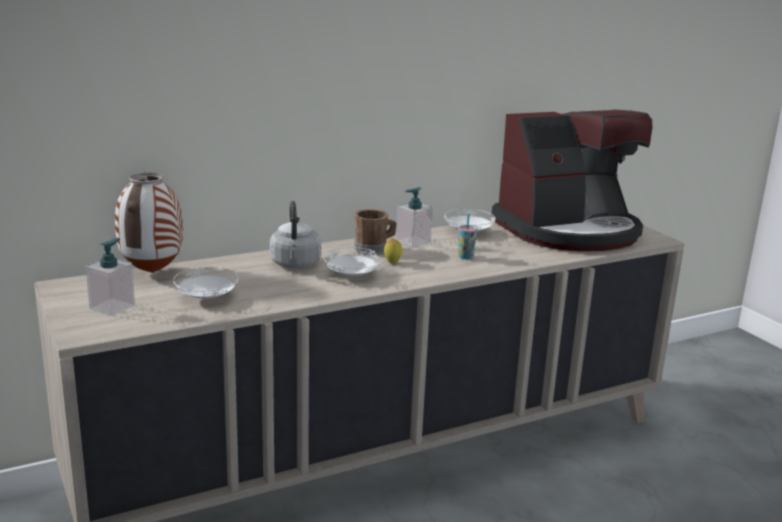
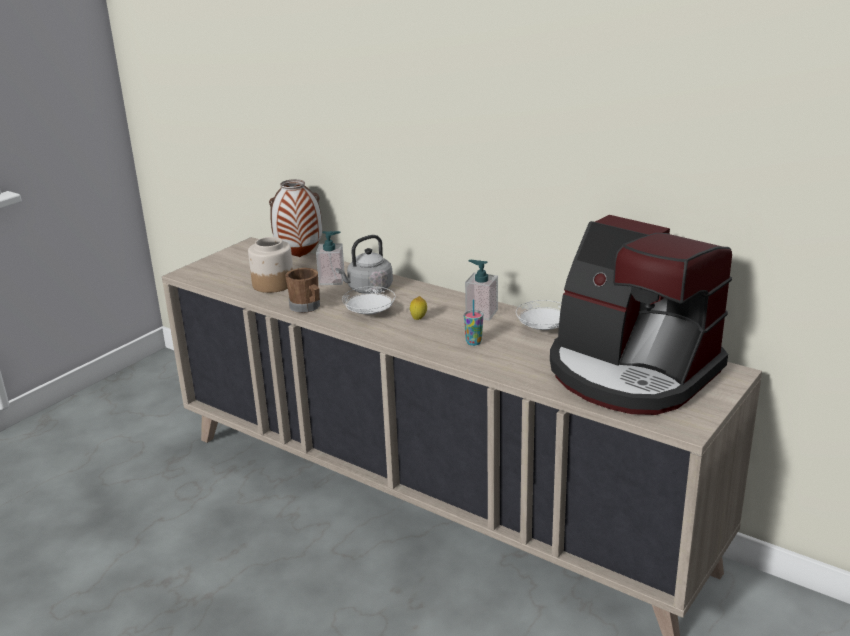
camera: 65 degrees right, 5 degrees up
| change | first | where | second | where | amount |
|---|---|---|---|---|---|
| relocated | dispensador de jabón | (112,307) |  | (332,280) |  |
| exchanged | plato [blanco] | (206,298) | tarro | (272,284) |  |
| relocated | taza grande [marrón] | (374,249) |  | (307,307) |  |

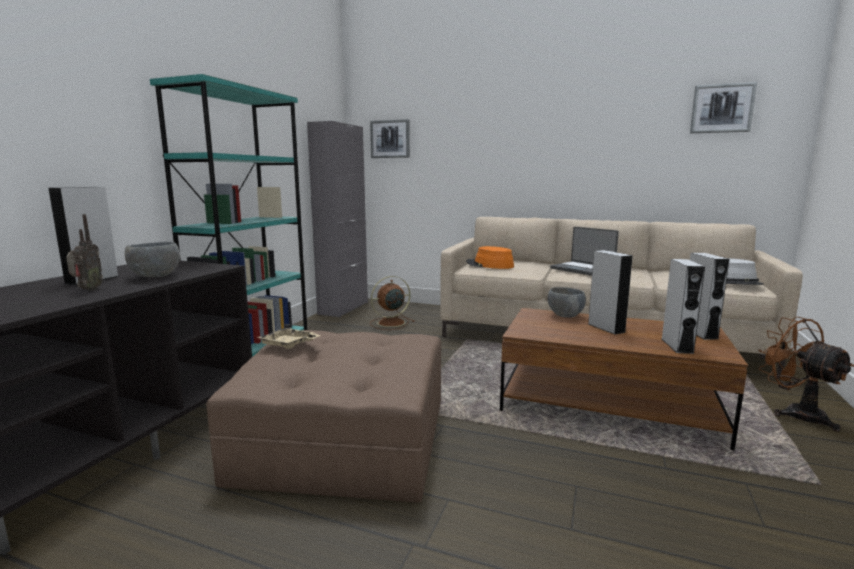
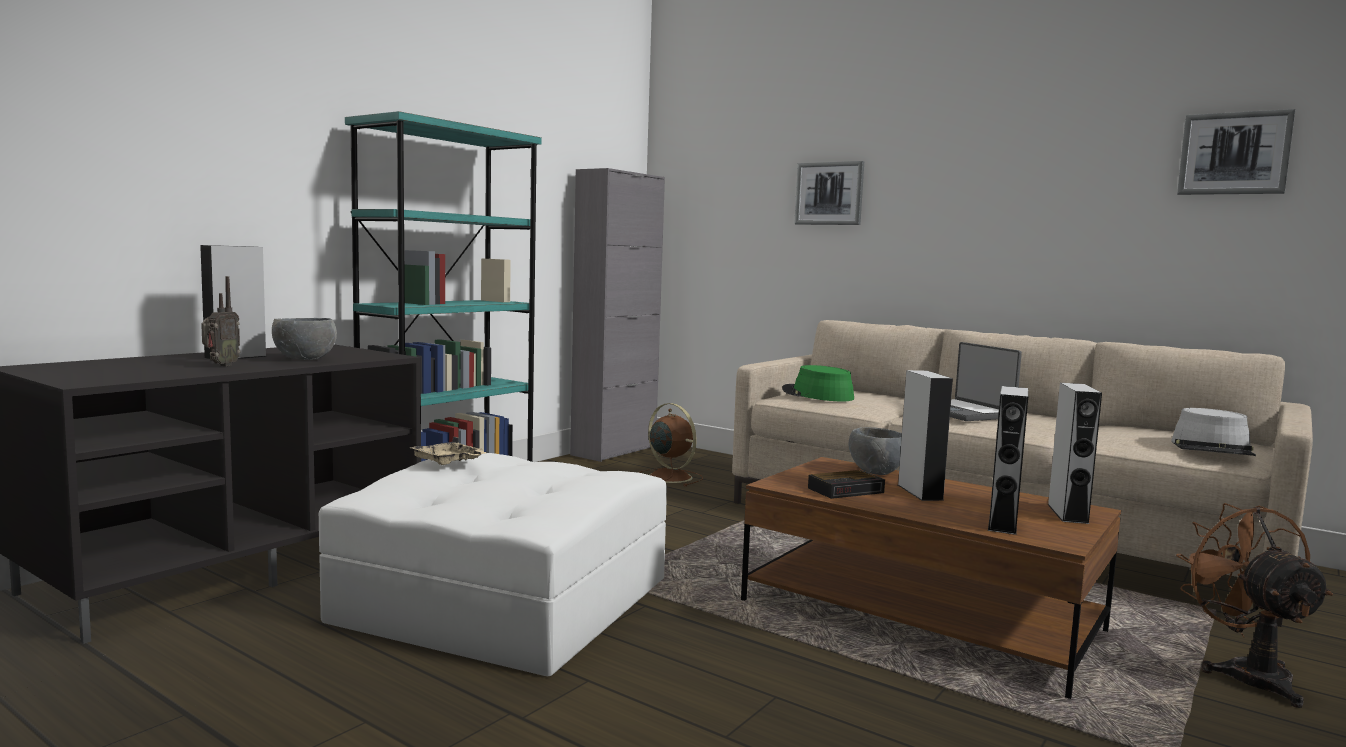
camera: 15 degrees right, 5 degrees down
| change | first | where | second | where | amount |
|---|---|---|---|---|---|
| colour | puf [marrón] | (344,438) | puf [blanco] | (504,599) |  |
| relocated | cuadro | (390,139) |  | (829,193) |  |
| spun | ventilador [marrón] | (390,323) |  | (668,477) | 60 degrees clockwise |
| colour | sombrero [naranja] | (489,265) | sombrero [verde] | (817,395) |  |
| appeared |  |  | despertador | (847,490) |  |

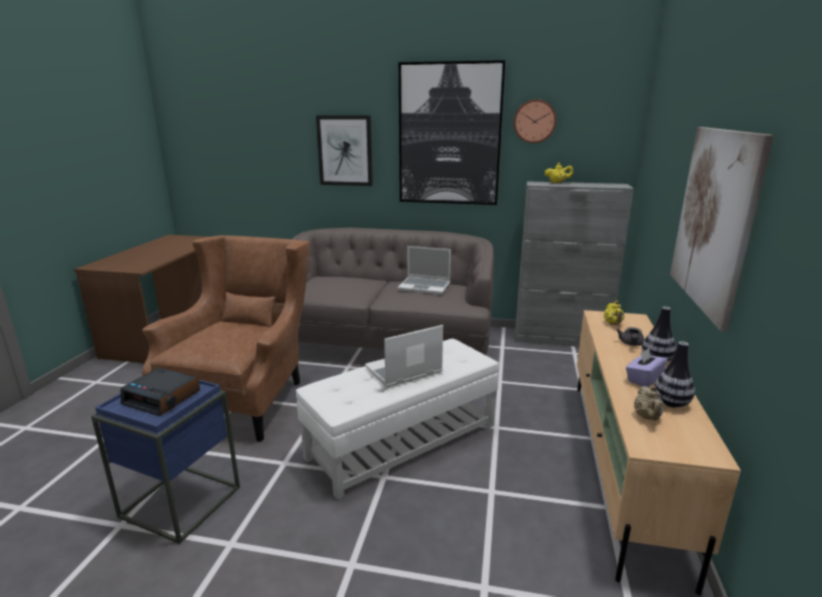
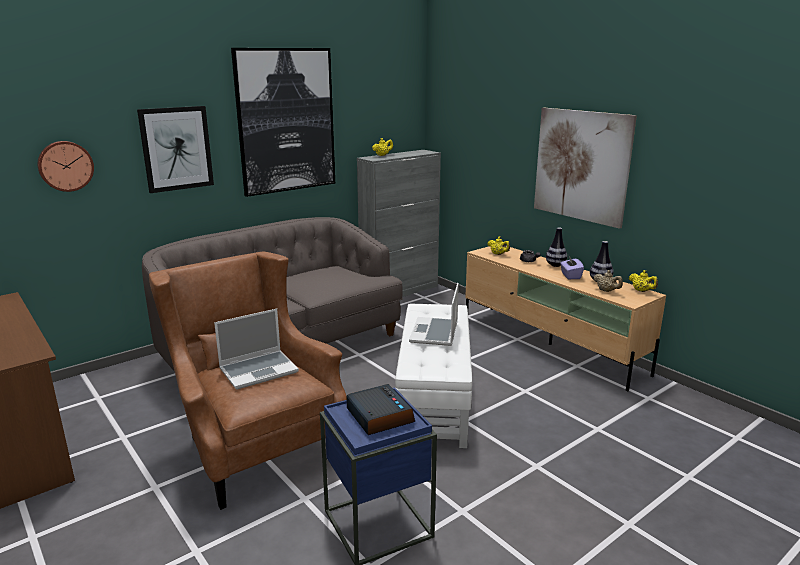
camera: 50 degrees left, 0 degrees up
| change | first | where | second | where | amount |
|---|---|---|---|---|---|
| spun | despertador | (163,397) |  | (379,416) | 90 degrees counterclockwise |
| relocated | portátil | (425,286) |  | (259,370) |  |
| relocated | reloj de pared | (534,121) |  | (65,166) |  |
| appeared |  |  | tetera [amarillo] | (642,291) |  |

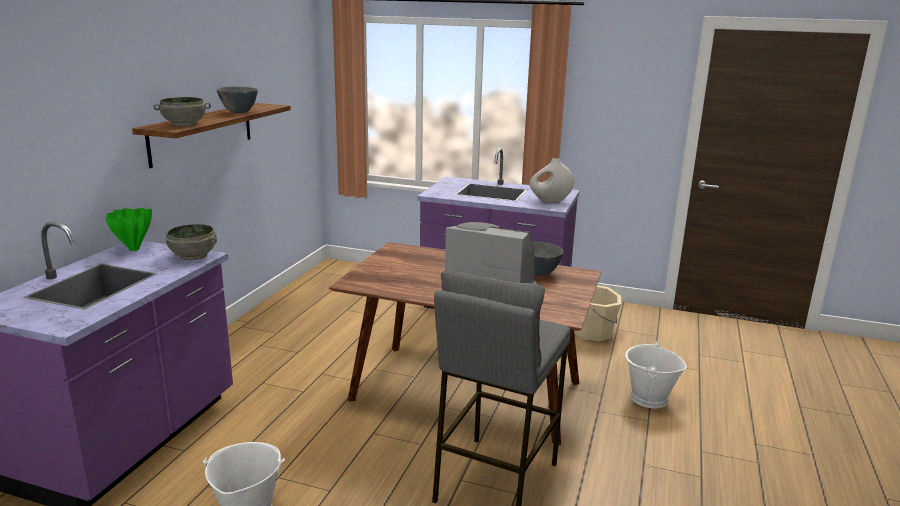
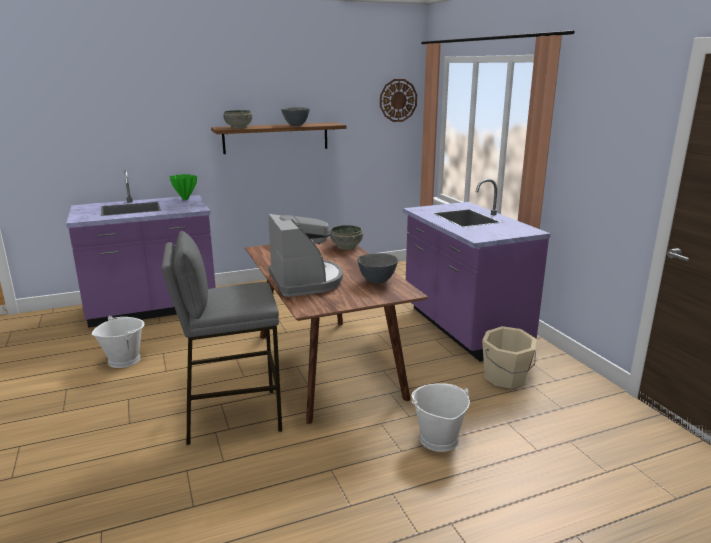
camera: 50 degrees right, 0 degrees up
| change | first | where | second | where | amount |
|---|---|---|---|---|---|
| relocated | cuenco [gris] | (194,255) |  | (347,247) |  |
| missing | florero [blanco] | (550,201) |  |  |  |
| appeared |  |  | reloj de pared | (398,100) |  |

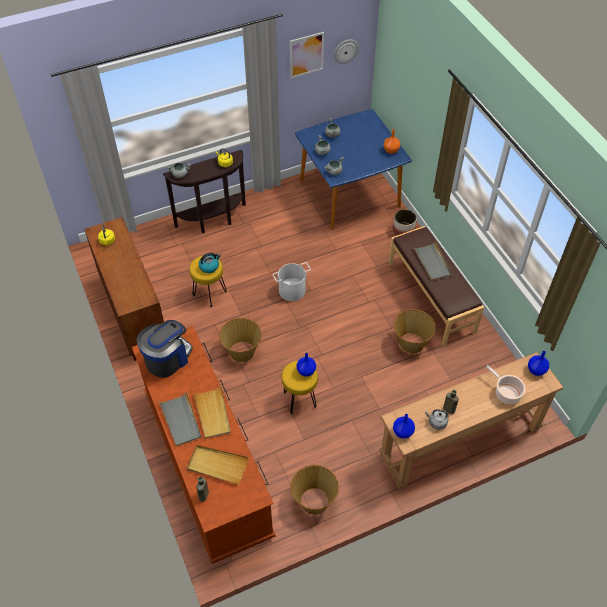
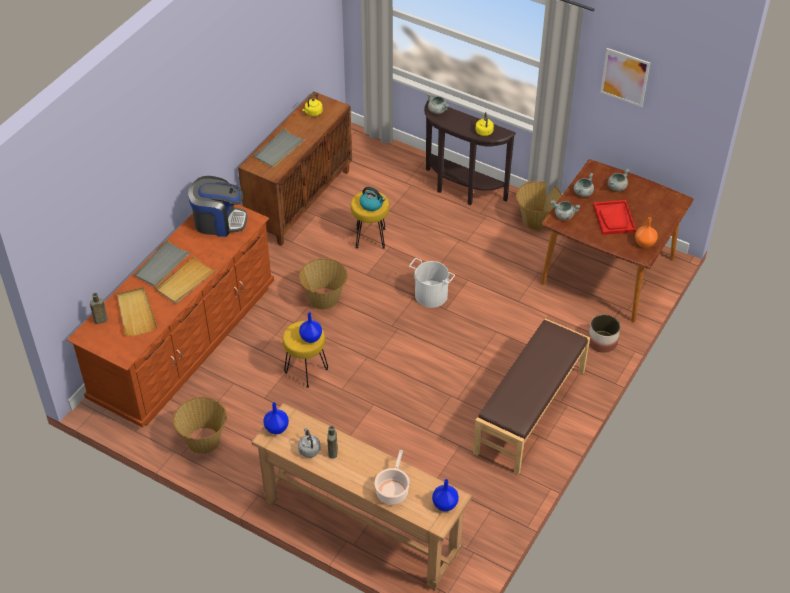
camera: 55 degrees right, 5 degrees down
| change | first | where | second | where | amount |
|---|---|---|---|---|---|
| colour | mesa de comedor [azul] | (349,194) | mesa de comedor [marrón] | (607,271) |  |
| missing | reloj de pared | (345,51) |  |  |  |
| relocated | cesta | (411,342) |  | (536,220) |  |
| relocated | bandeja [gris] | (432,262) |  | (279,150) |  |
| appeared |  |  | bandeja [rojo] | (614,218) |  |

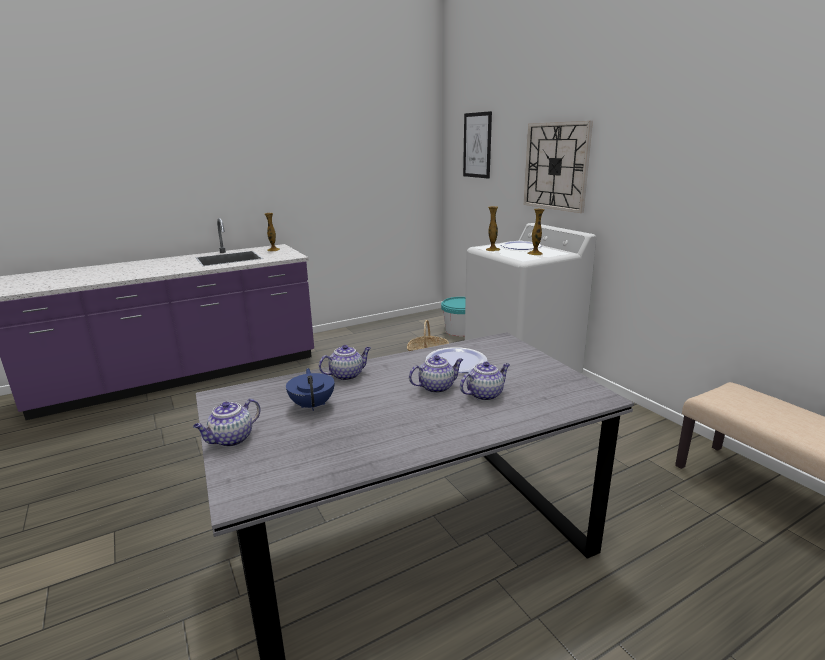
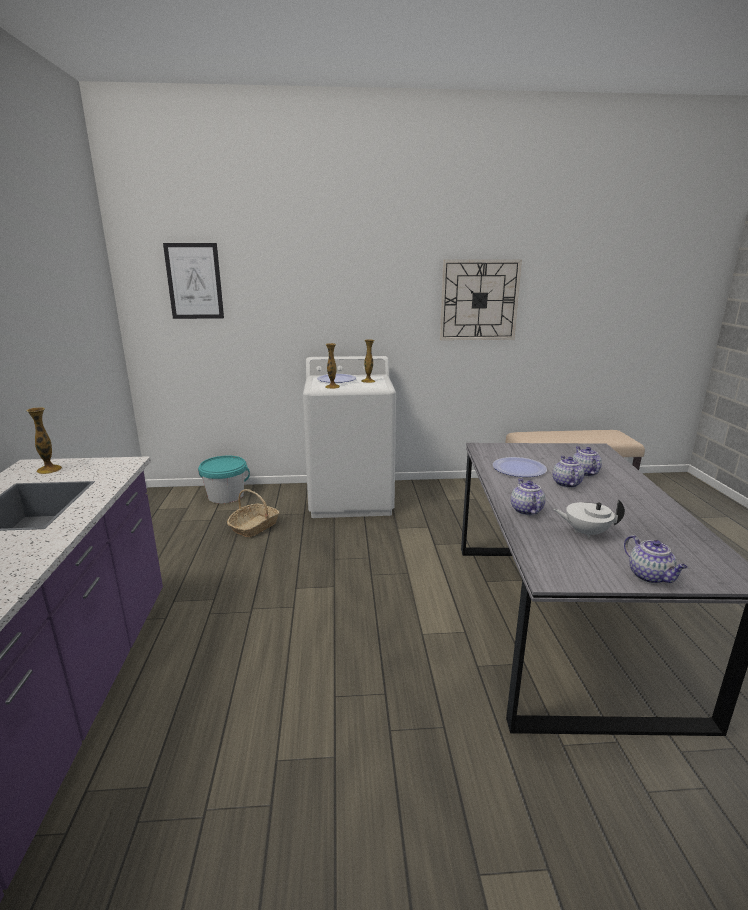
camera: 65 degrees left, 0 degrees up
| change | first | where | second | where | amount |
|---|---|---|---|---|---|
| colour | tetera [azul] | (312,405) | tetera [blanco] | (585,532) |  |
| relocated | reloj de pared | (556,166) |  | (479,300) |  |

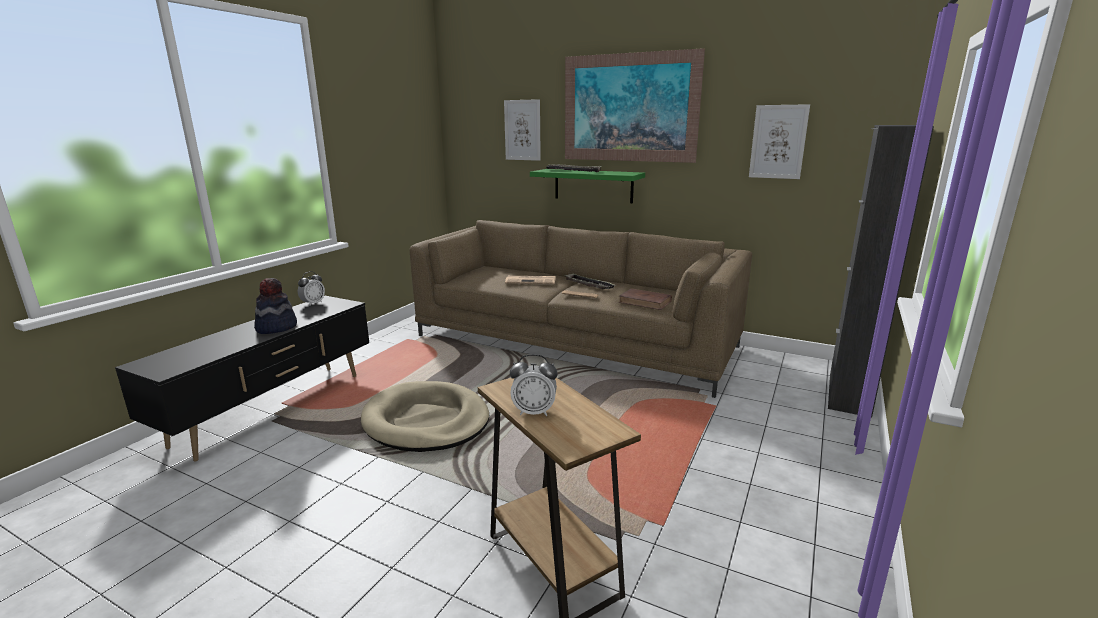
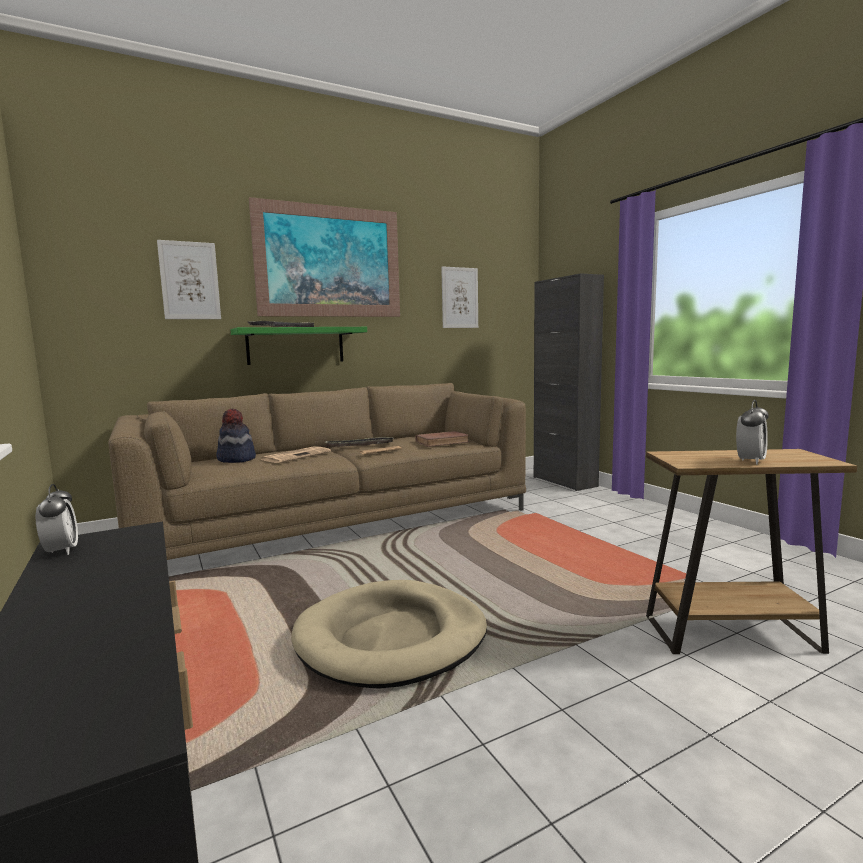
camera: 55 degrees left, 10 degrees down
| change | first | where | second | where | amount |
|---|---|---|---|---|---|
| relocated | sombrero | (276,327) |  | (236,459) |  |

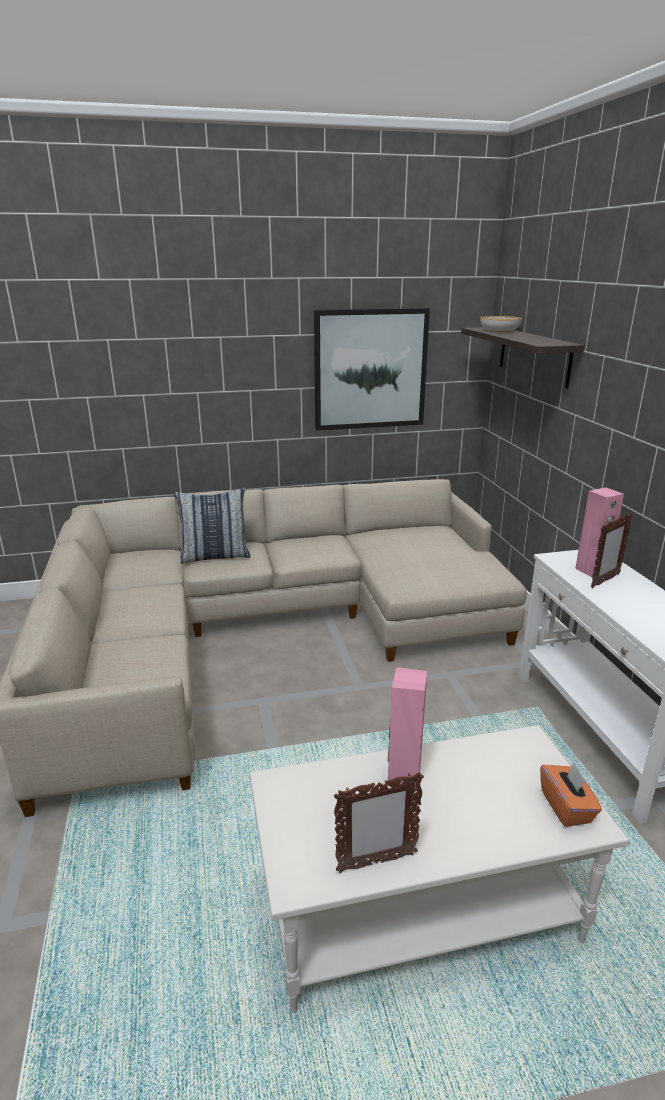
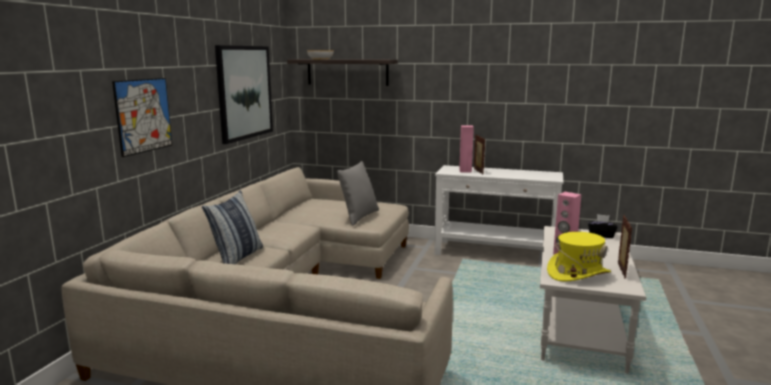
camera: 60 degrees left, 10 degrees down
| change | first | where | second | where | amount |
|---|---|---|---|---|---|
| colour | caja de pañuelos [naranja] | (566,807) | caja de pañuelos [negro] | (601,235) |  |
| appeared |  |  | cuadro | (143,115) |  |
| appeared |  |  | cojín [gris] | (358,217) |  |
| appeared |  |  | sombrero [amarillo] | (578,273) |  |

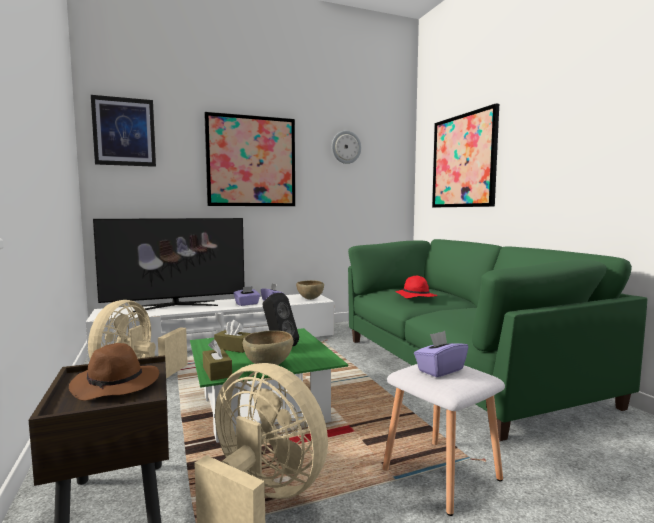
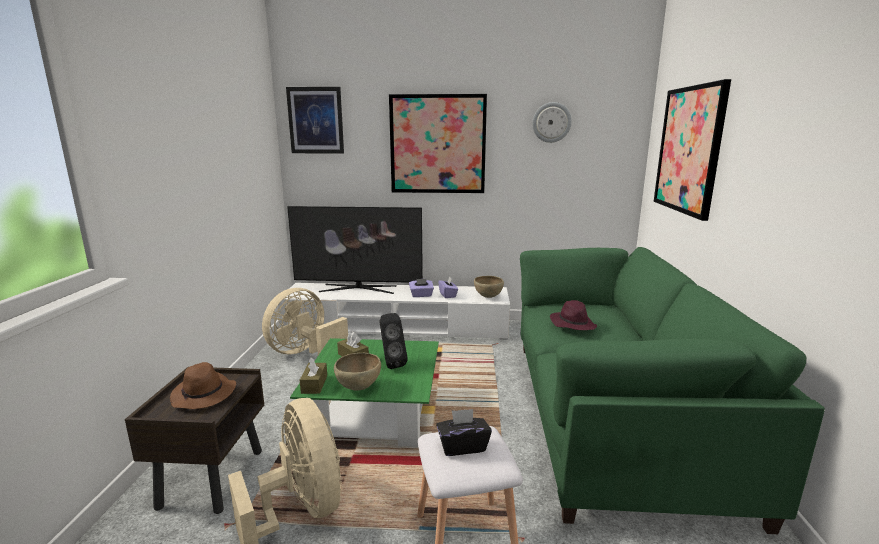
camera: 25 degrees right, 10 degrees up
| change | first | where | second | where | amount |
|---|---|---|---|---|---|
| colour | sombrero [rojo] | (415,297) | sombrero [morado] | (572,324) |  |
| colour | caja de pañuelos [morado] | (440,370) | caja de pañuelos [negro] | (462,446) |  |

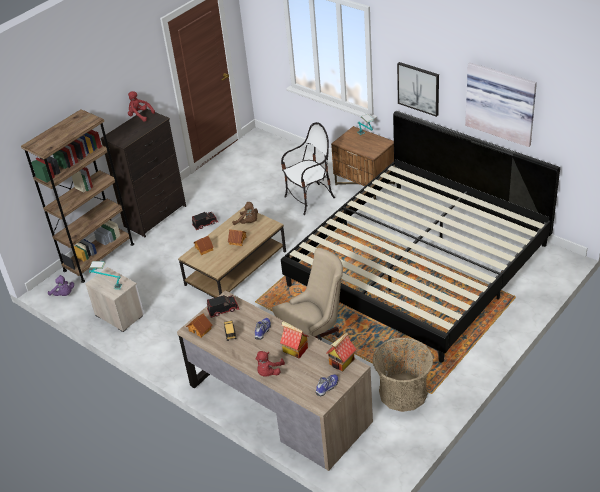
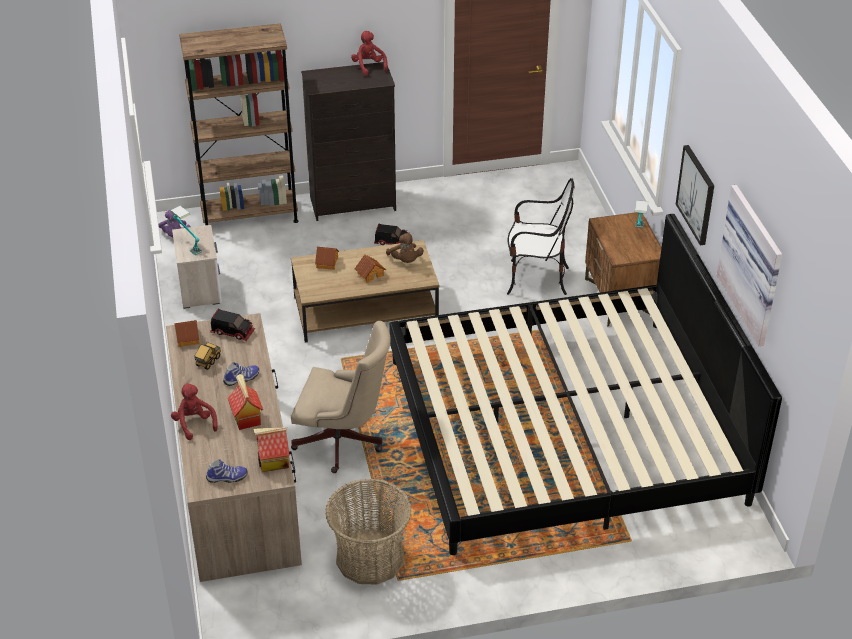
camera: 35 degrees right, 0 degrees up
| change | first | where | second | where | amount |
|---|---|---|---|---|---|
| spun | peluche [rojo] | (269,372) |  | (194,424) | 90 degrees clockwise |

